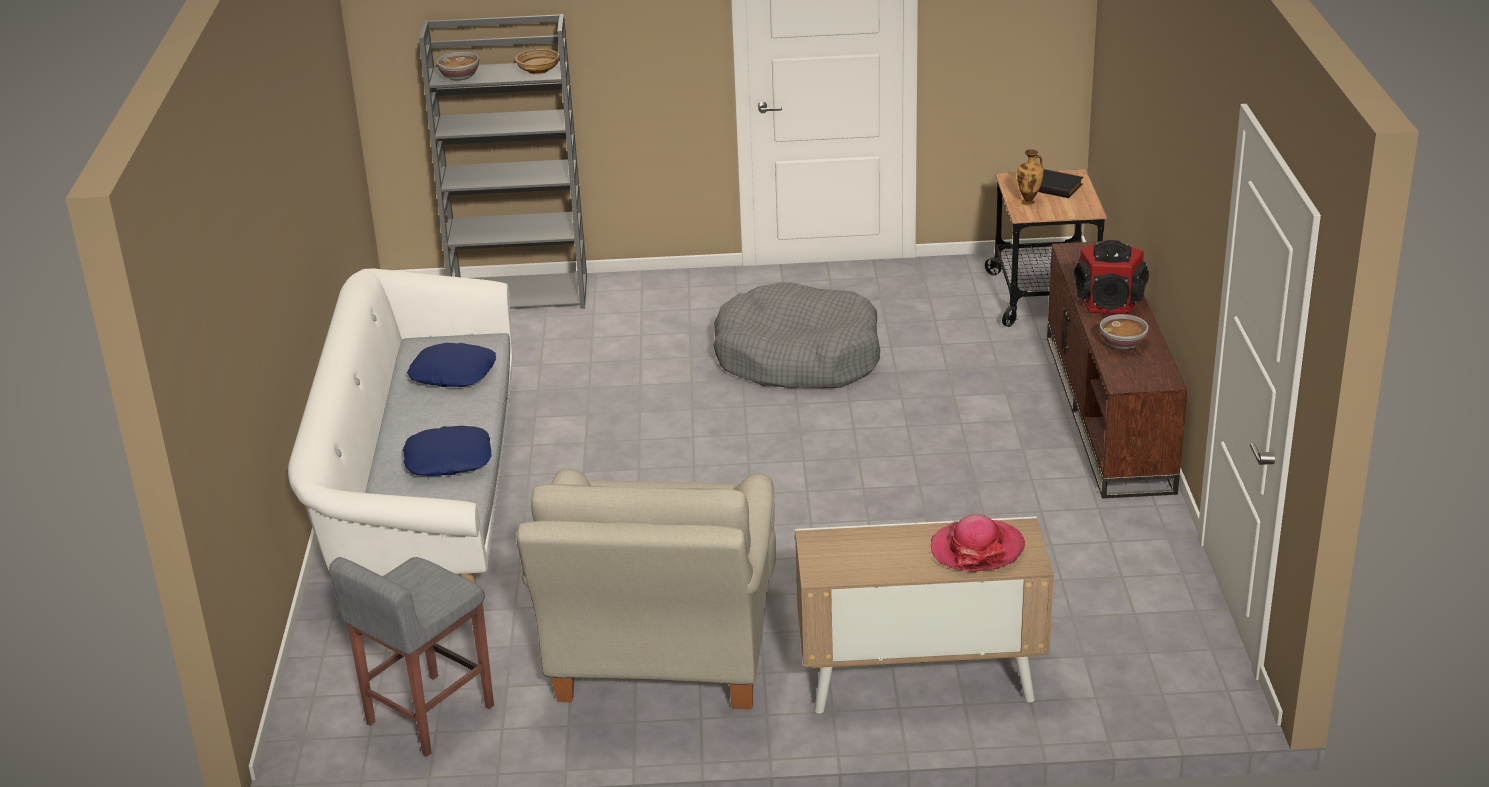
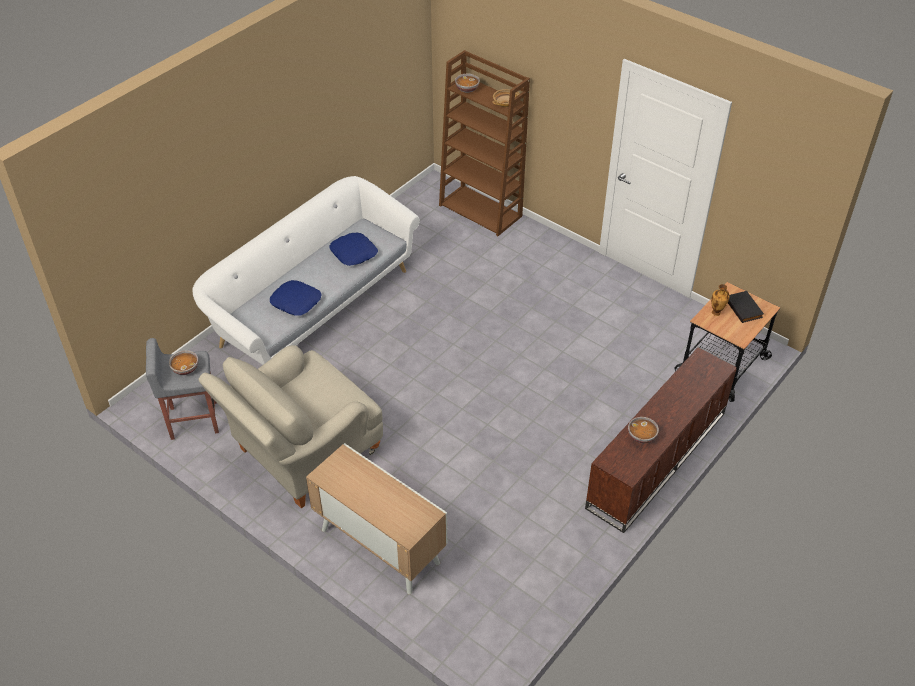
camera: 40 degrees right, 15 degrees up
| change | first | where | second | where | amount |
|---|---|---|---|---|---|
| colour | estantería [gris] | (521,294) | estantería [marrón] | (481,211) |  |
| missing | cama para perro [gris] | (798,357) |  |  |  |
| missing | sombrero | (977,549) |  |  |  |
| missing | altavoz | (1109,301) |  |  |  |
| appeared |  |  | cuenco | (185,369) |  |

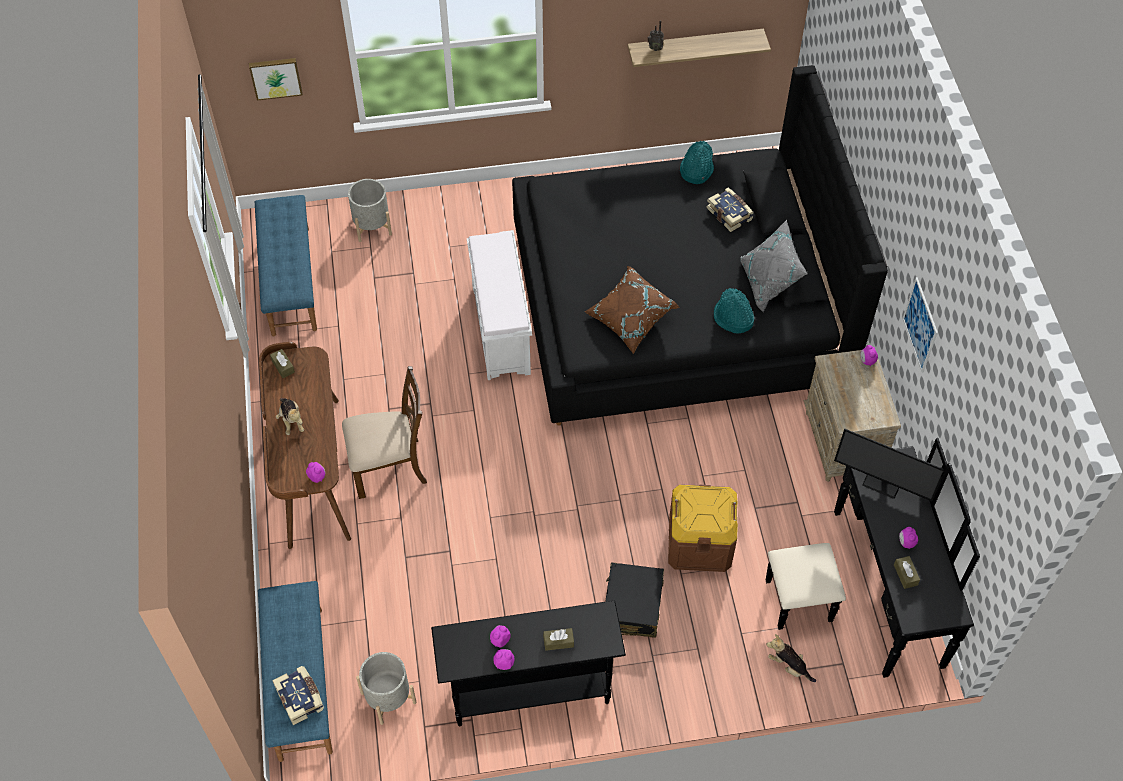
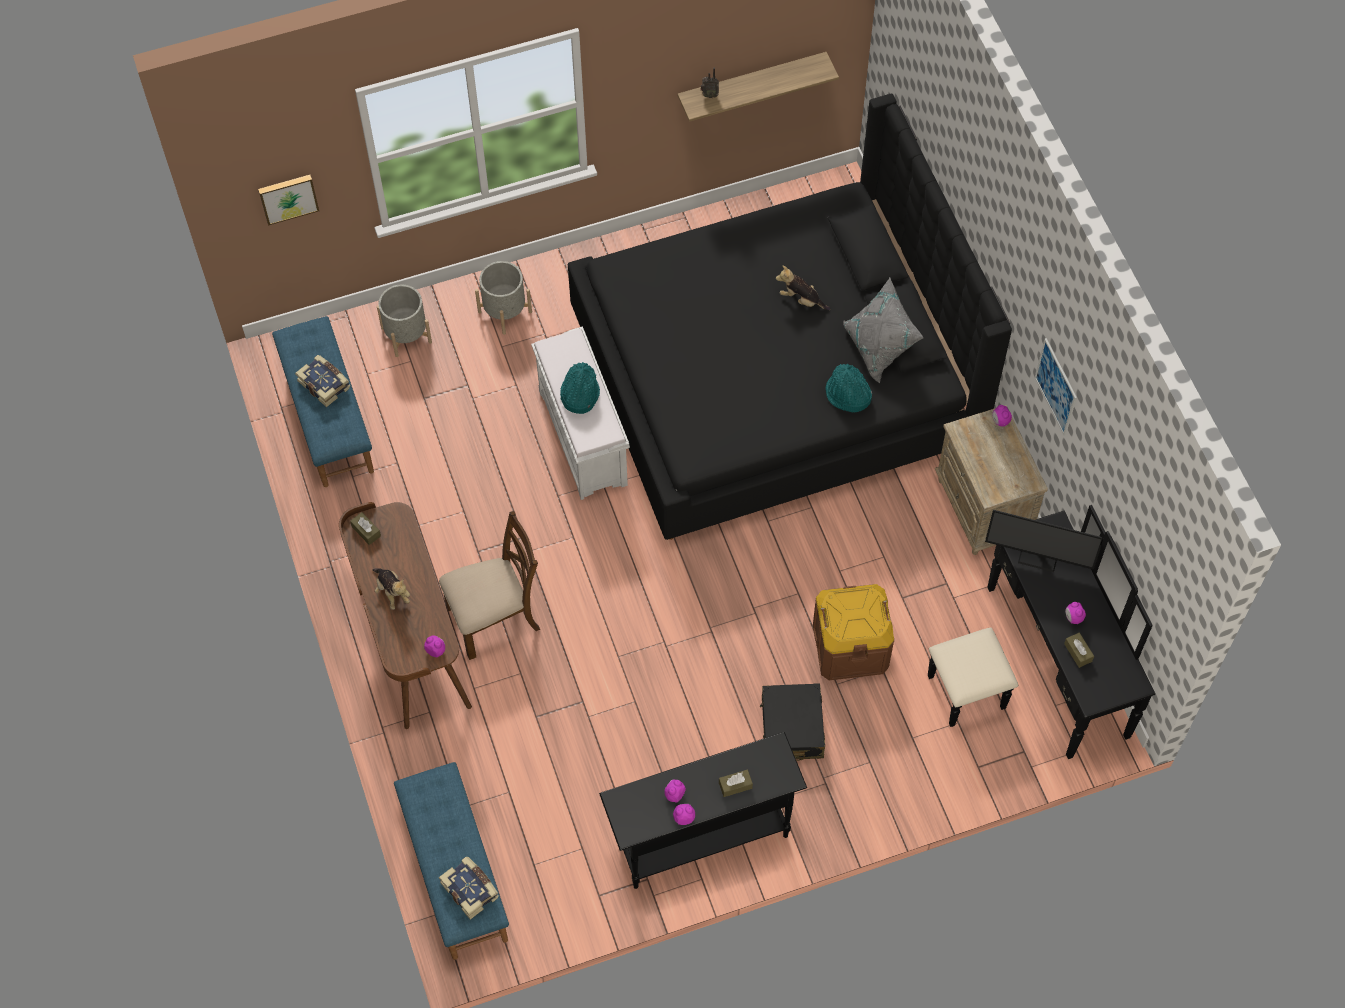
camera: 10 degrees left, 5 degrees up
| change | first | where | second | where | amount |
|---|---|---|---|---|---|
| relocated | maceta [gris] | (388,697) |  | (505,312) |  |
| missing | cojín [marrón] | (630,319) |  |  |  |
| relocated | sombrero [turquesa] | (696,170) |  | (579,394) |  |
| relocated | libro | (730,214) |  | (325,384) |  |
| relocated | peluche | (788,666) |  | (801,299) |  |

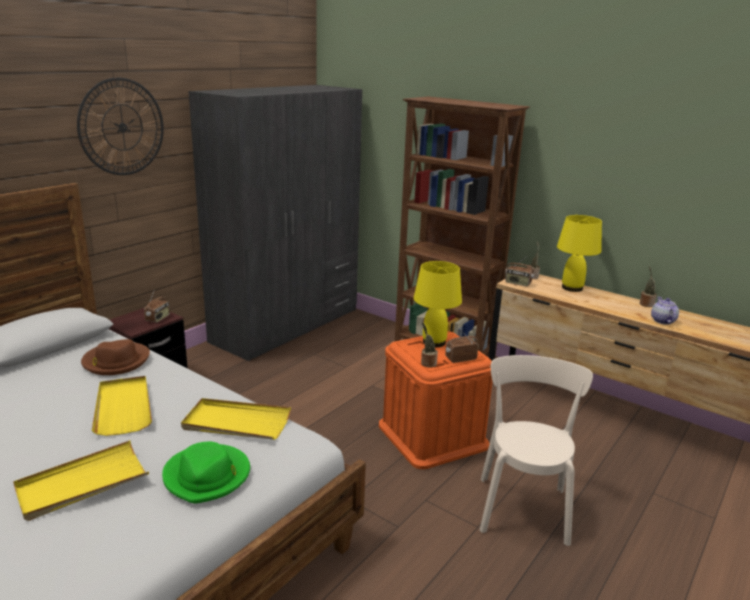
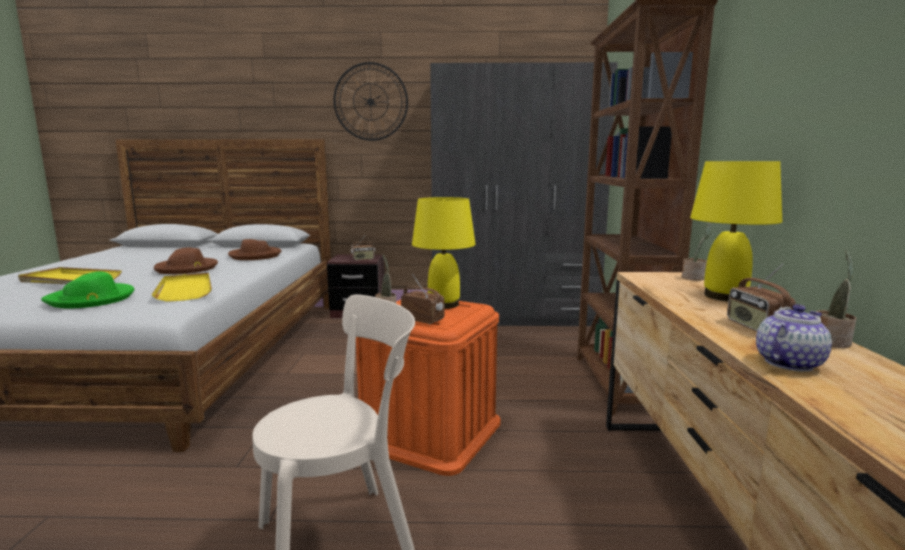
camera: 55 degrees right, 10 degrees down
| change | first | where | second | where | amount |
|---|---|---|---|---|---|
| exchanged | bandeja [amarillo] | (123,407) | sombrero [marrón] | (187,268) |  |
| relocated | radio | (518,283) |  | (756,327) |  |

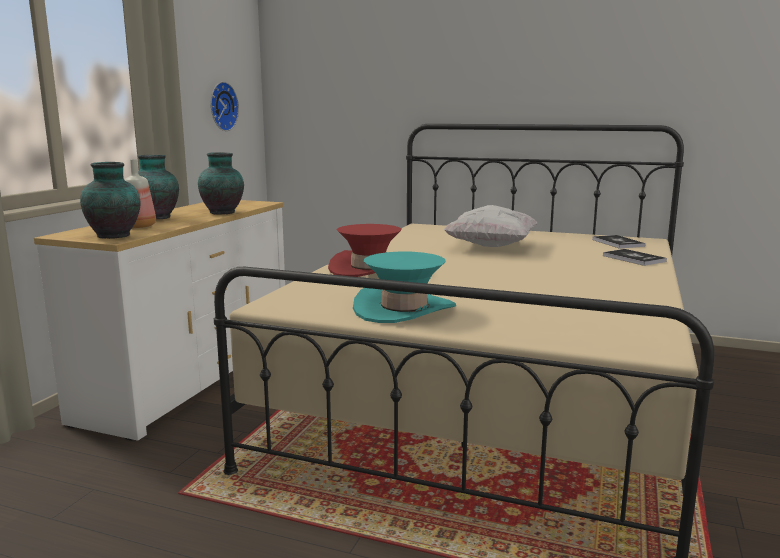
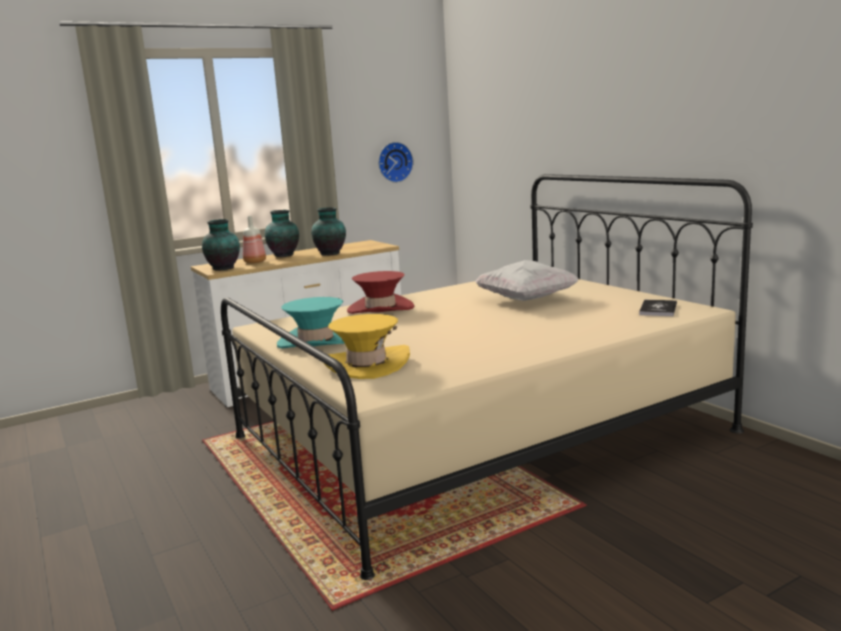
camera: 40 degrees right, 0 degrees up
| change | first | where | second | where | amount |
|---|---|---|---|---|---|
| missing | libro | (633,258) |  |  |  |
| appeared |  |  | sombrero [amarillo] | (366,364) |  |

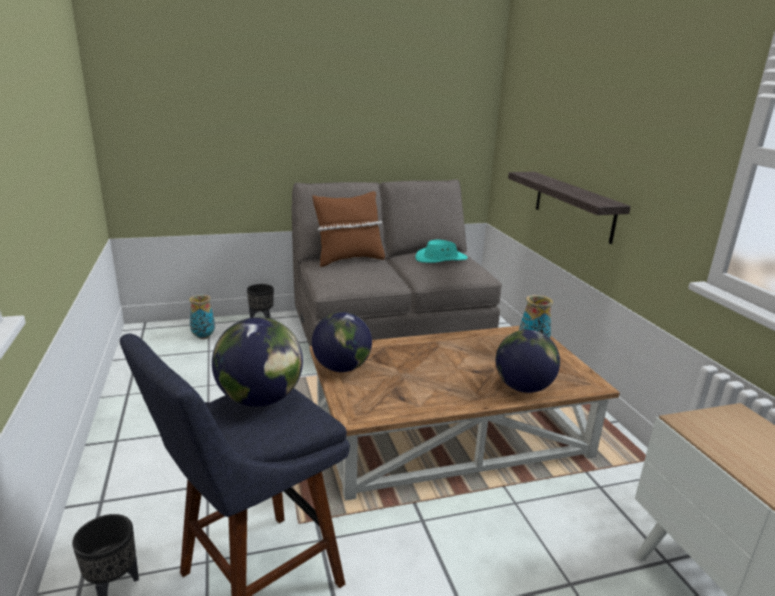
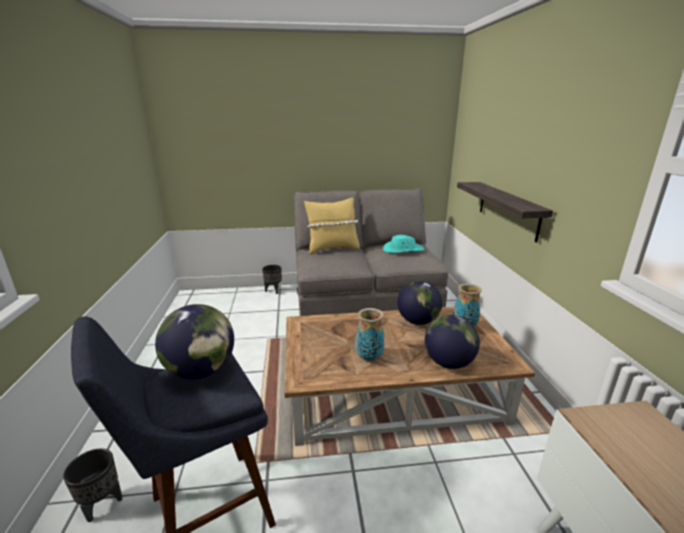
camera: 10 degrees right, 0 degrees up
| change | first | where | second | where | amount |
|---|---|---|---|---|---|
| relocated | florero | (203,337) |  | (368,358) |  |
| colour | cojín [marrón] | (349,259) | cojín [amarillo] | (332,249) |  |
| relocated | globo terráqueo | (342,367) |  | (418,321) |  |

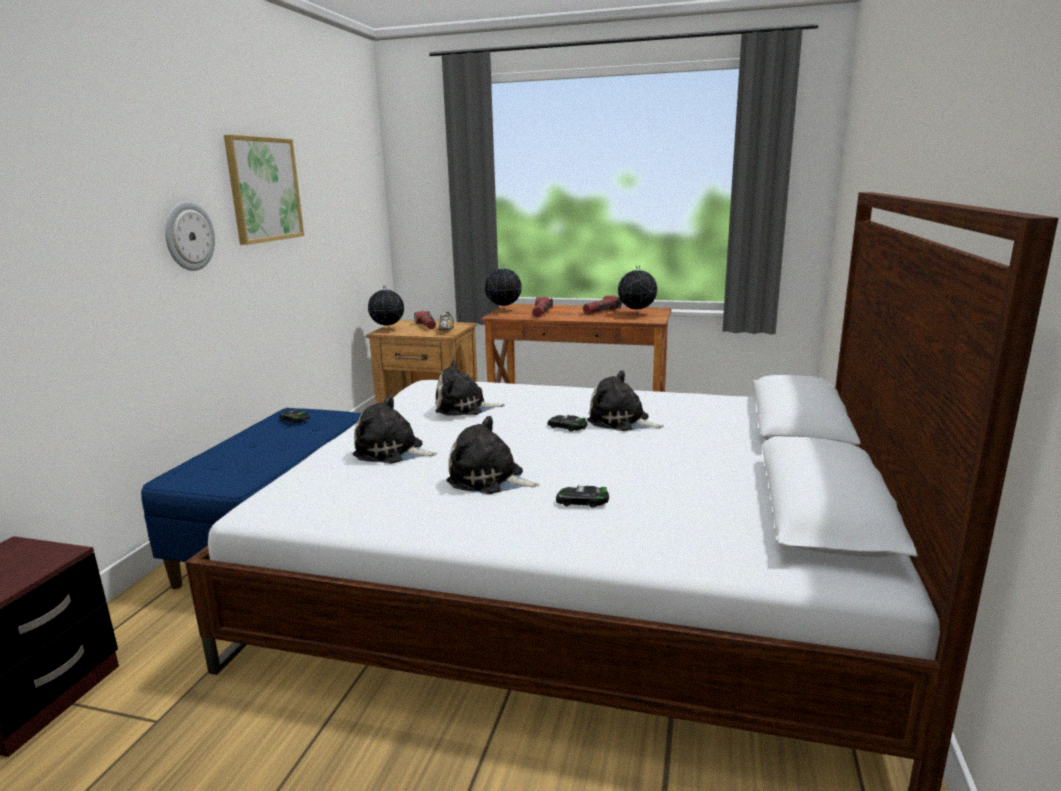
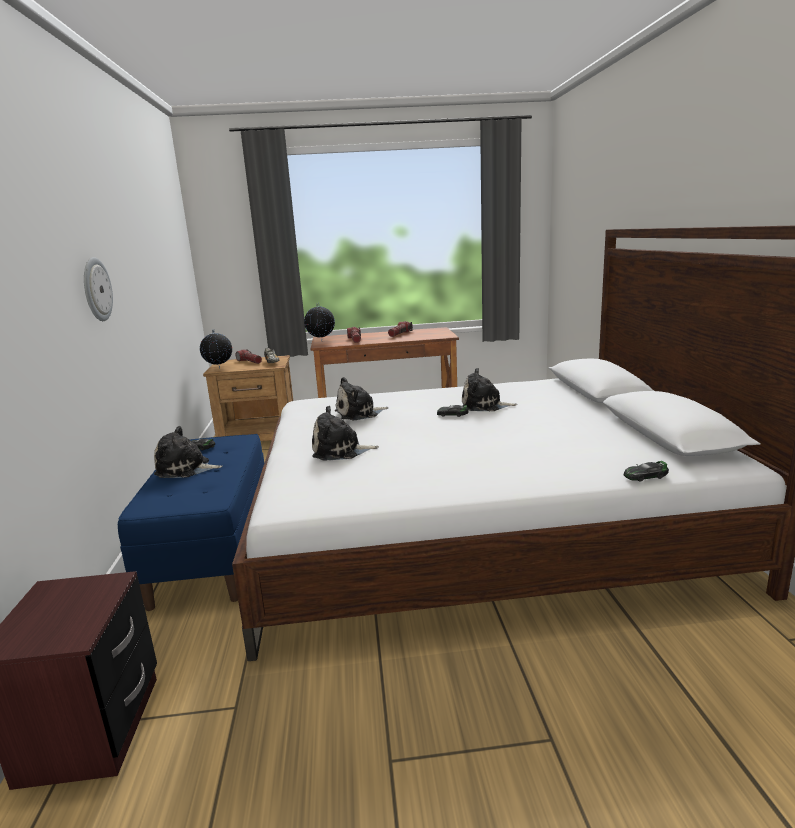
camera: 20 degrees left, 0 degrees up
| change | first | where | second | where | amount |
|---|---|---|---|---|---|
| missing | cuadro | (264,189) |  |  |  |
| relocated | peluche | (489,479) |  | (186,469) |  |
| relocated | coche de juguete | (582,501) |  | (645,476) |  |
| missing | globo terráqueo | (636,314) |  |  |  |

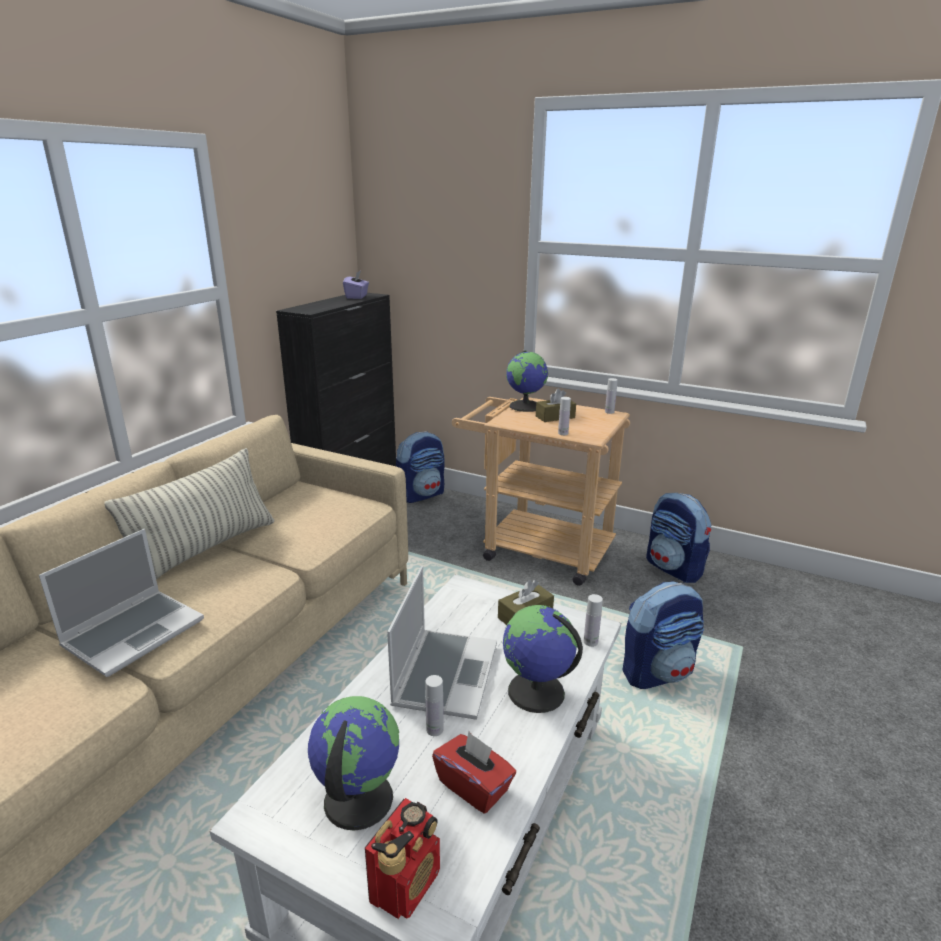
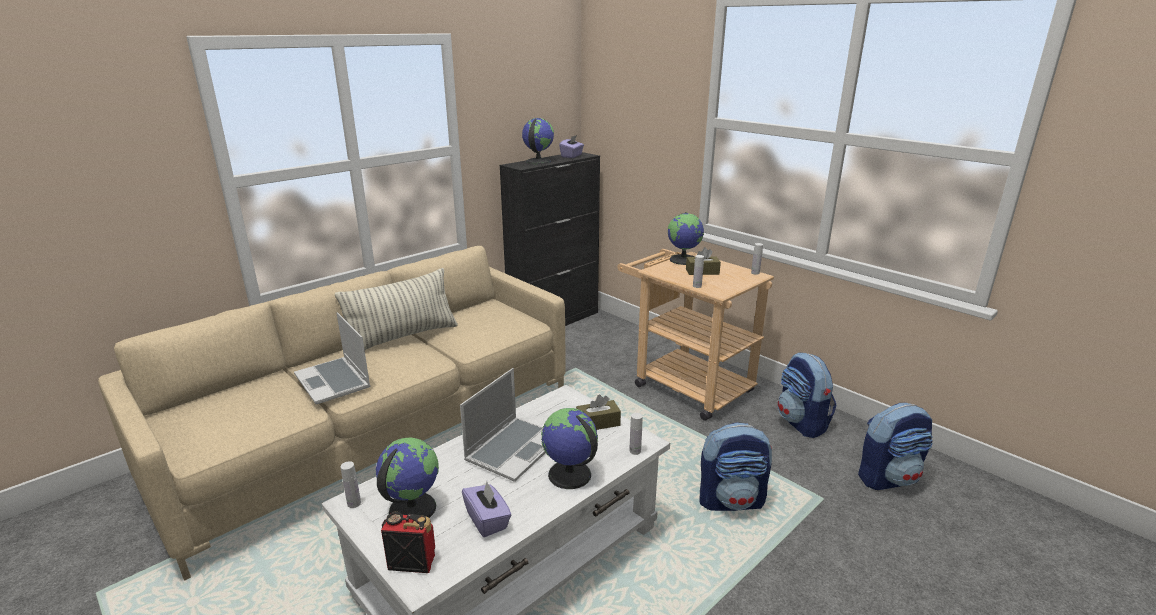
camera: 20 degrees right, 0 degrees up
| change | first | where | second | where | amount |
|---|---|---|---|---|---|
| spun | portátil | (135,632) |  | (334,382) | 90 degrees clockwise |
| spun | radio | (406,884) |  | (411,561) | 135 degrees counterclockwise |
| relocated | mochila | (421,495) |  | (888,478) |  |
| relocated | botella [blanco] | (434,729) |  | (354,503) |  |
| colour | caja de pañuelos [rojo] | (474,786) | caja de pañuelos [morado] | (487,520) |  |
| appeared |  |  | globo terráqueo | (538,161) |  |

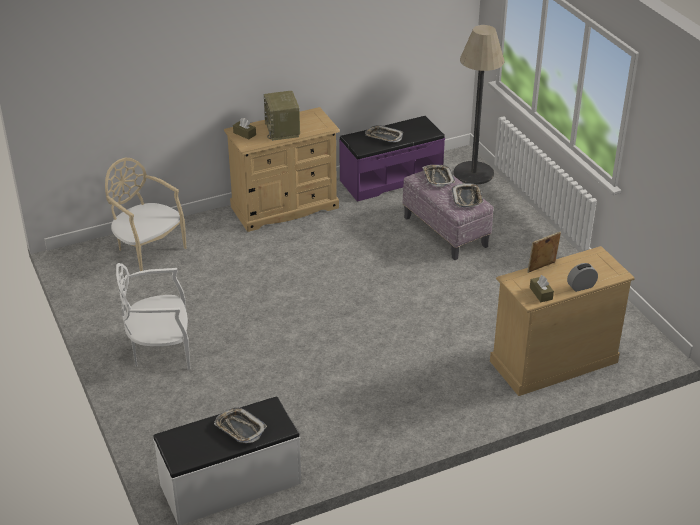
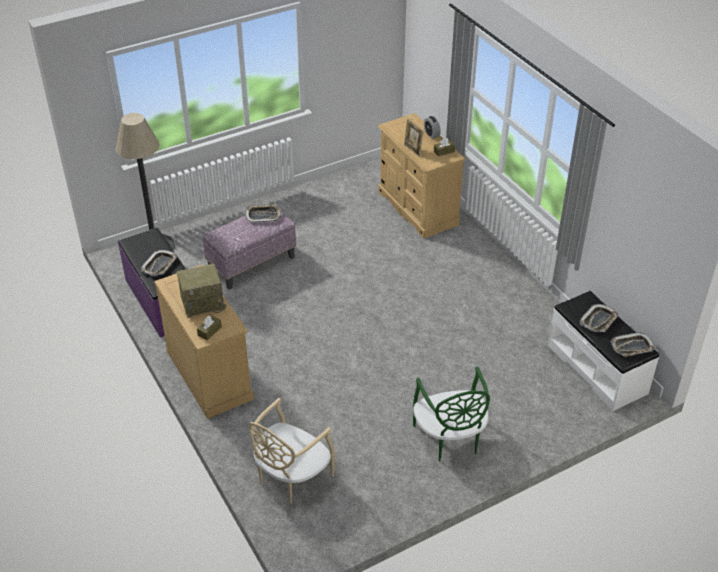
camera: 95 degrees left, 5 degrees up
| change | first | where | second | where | amount |
|---|---|---|---|---|---|
| colour | silla [blanco] | (160,350) | silla [verde] | (449,439) |  |
| relocated | bandeja | (438,178) |  | (632,347) |  |

